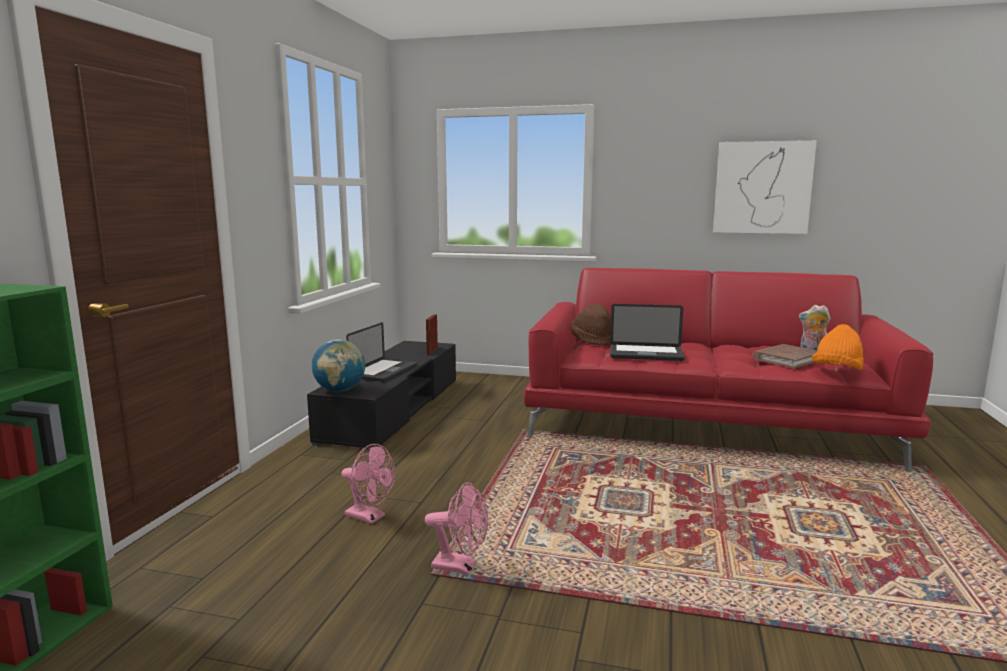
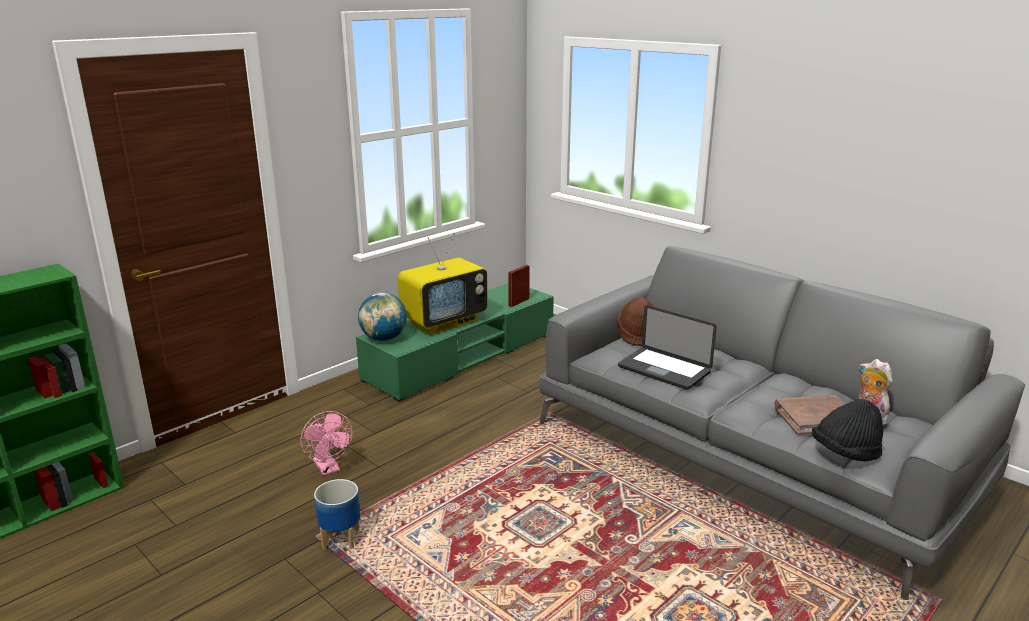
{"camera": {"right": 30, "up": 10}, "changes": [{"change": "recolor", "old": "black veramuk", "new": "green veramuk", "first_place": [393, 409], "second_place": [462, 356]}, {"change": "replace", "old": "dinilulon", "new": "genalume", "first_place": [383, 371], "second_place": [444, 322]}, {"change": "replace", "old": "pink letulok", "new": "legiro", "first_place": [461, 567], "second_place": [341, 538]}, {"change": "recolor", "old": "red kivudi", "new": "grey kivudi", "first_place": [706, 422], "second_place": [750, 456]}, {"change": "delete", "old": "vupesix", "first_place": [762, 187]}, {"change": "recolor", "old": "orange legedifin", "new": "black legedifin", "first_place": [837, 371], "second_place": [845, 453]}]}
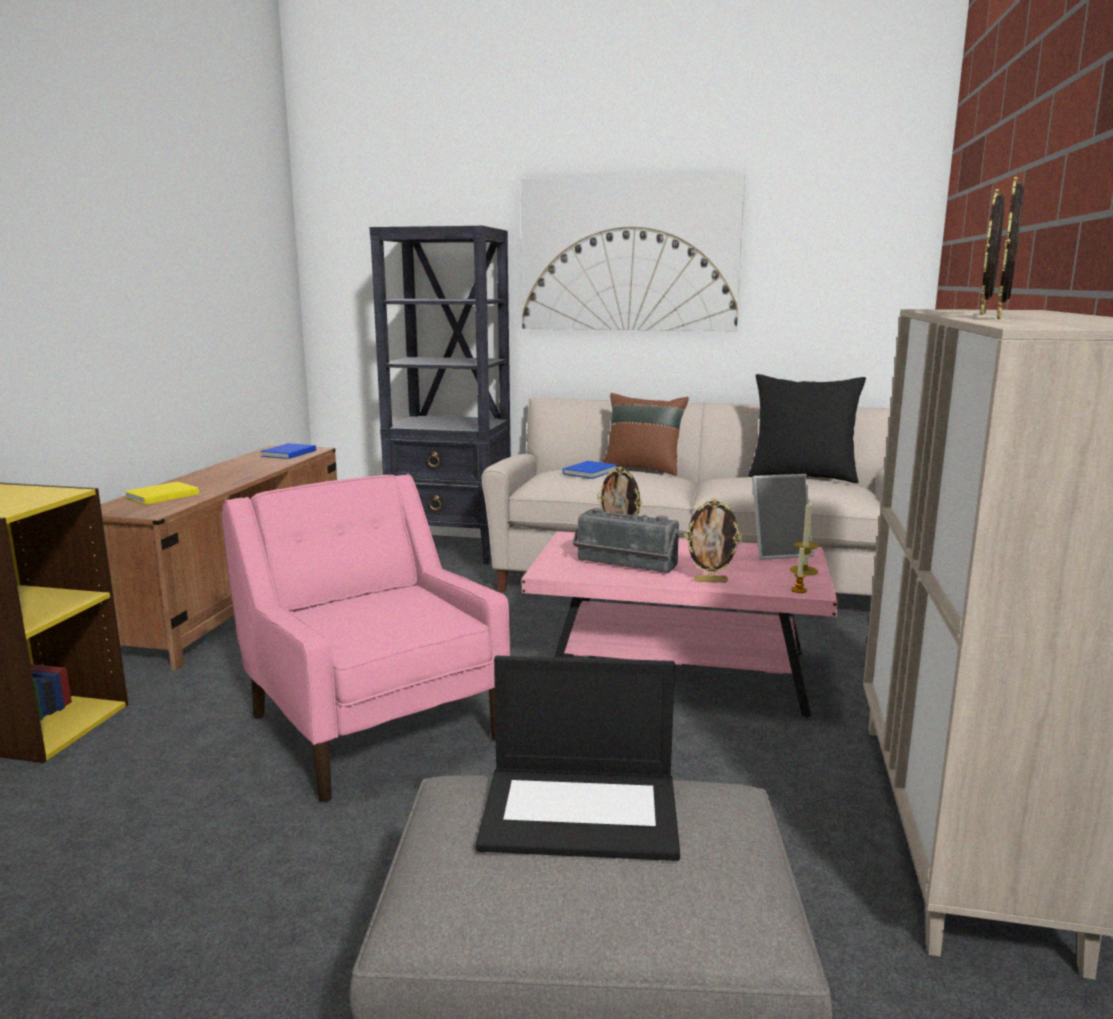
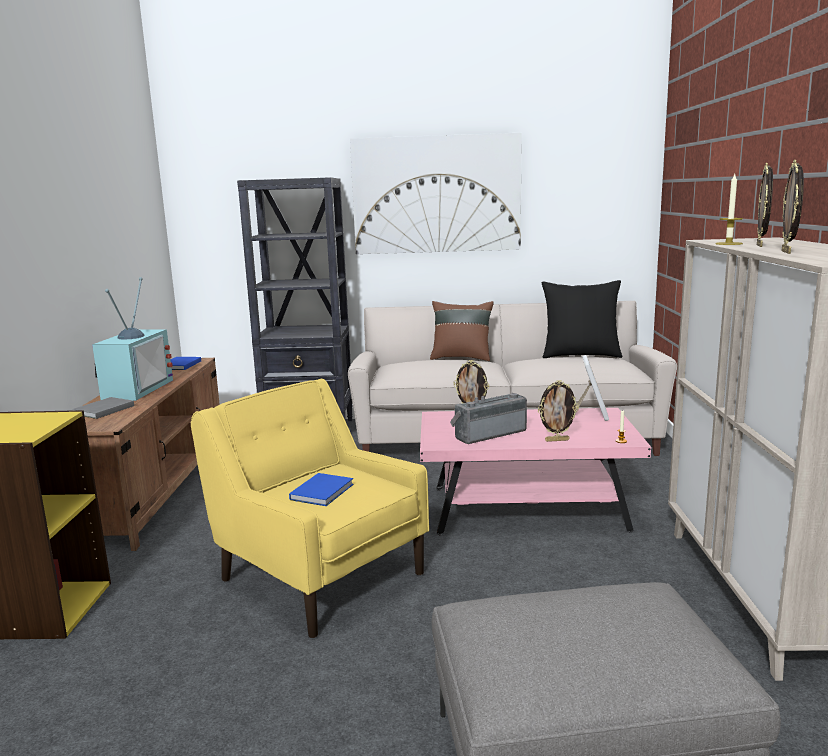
{"camera": {"right": -10, "up": 0}, "changes": [{"change": "recolor", "old": "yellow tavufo", "new": "grey tavufo", "first_place": [160, 496], "second_place": [102, 410]}, {"change": "recolor", "old": "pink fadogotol", "new": "yellow fadogotol", "first_place": [373, 725], "second_place": [320, 575]}, {"change": "delete", "old": "dinilulon", "first_place": [582, 811]}, {"change": "move", "old": "blue tavufo", "first_place": [591, 472], "second_place": [323, 491]}, {"change": "rotate", "old": "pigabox", "first_place": [624, 565], "second_place": [488, 434], "degrees": 135}, {"change": "rotate", "old": "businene", "first_place": [779, 552], "second_place": [591, 414], "degrees": -60}, {"change": "move", "old": "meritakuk", "first_place": [803, 570], "second_place": [728, 243]}, {"change": "insert", "new": "genalume", "second_place": [135, 389]}]}
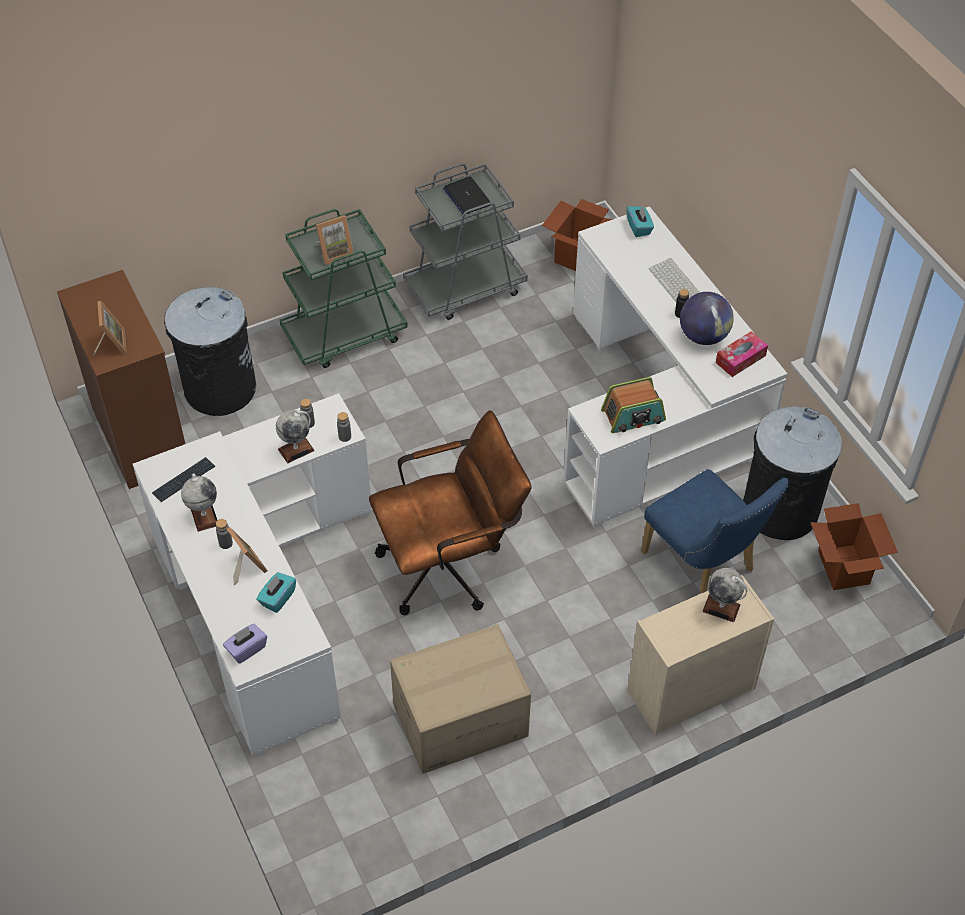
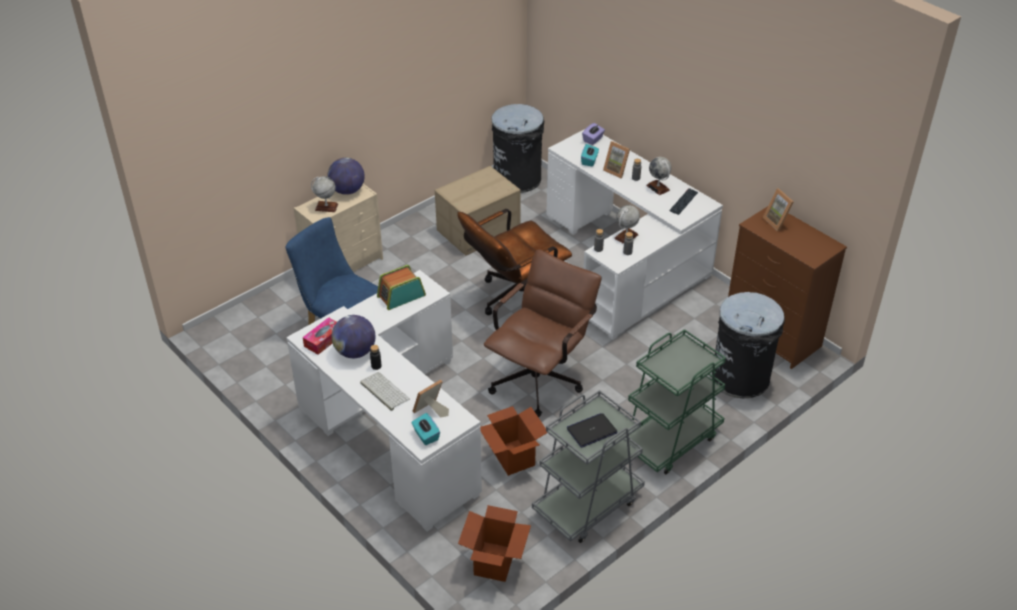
{"camera": {"right": 165, "up": -10}, "changes": [{"change": "move", "old": "businene", "first_place": [334, 252], "second_place": [430, 411]}, {"change": "rotate", "old": "dinilulon", "first_place": [467, 196], "second_place": [592, 431], "degrees": -75}, {"change": "move", "old": "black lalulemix", "first_place": [779, 510], "second_place": [517, 179]}, {"change": "move", "old": "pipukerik", "first_place": [844, 568], "second_place": [513, 457]}, {"change": "insert", "new": "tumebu", "second_place": [347, 191]}, {"change": "insert", "new": "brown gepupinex", "second_place": [540, 377]}]}
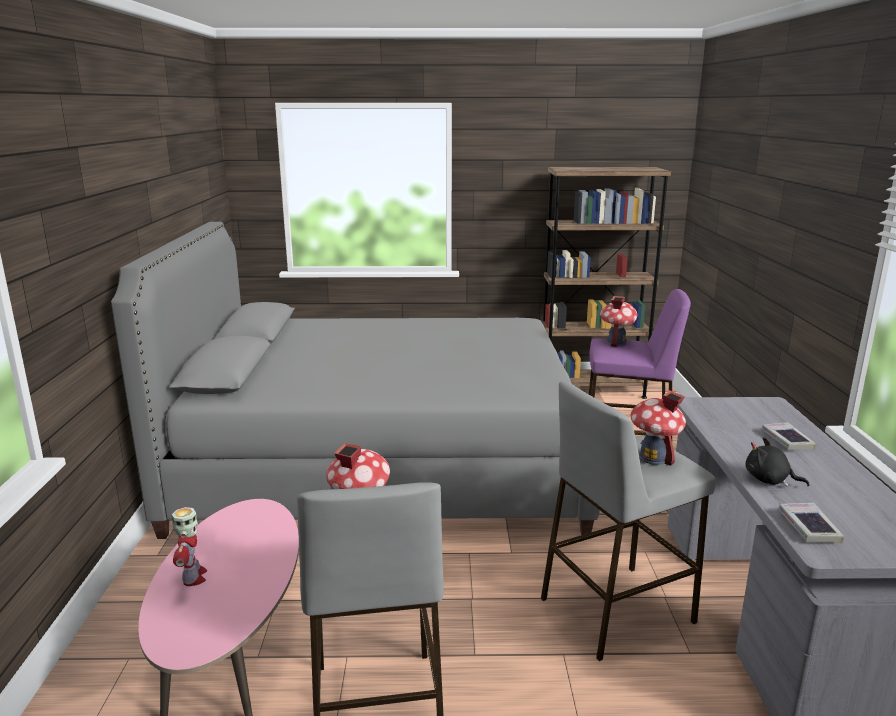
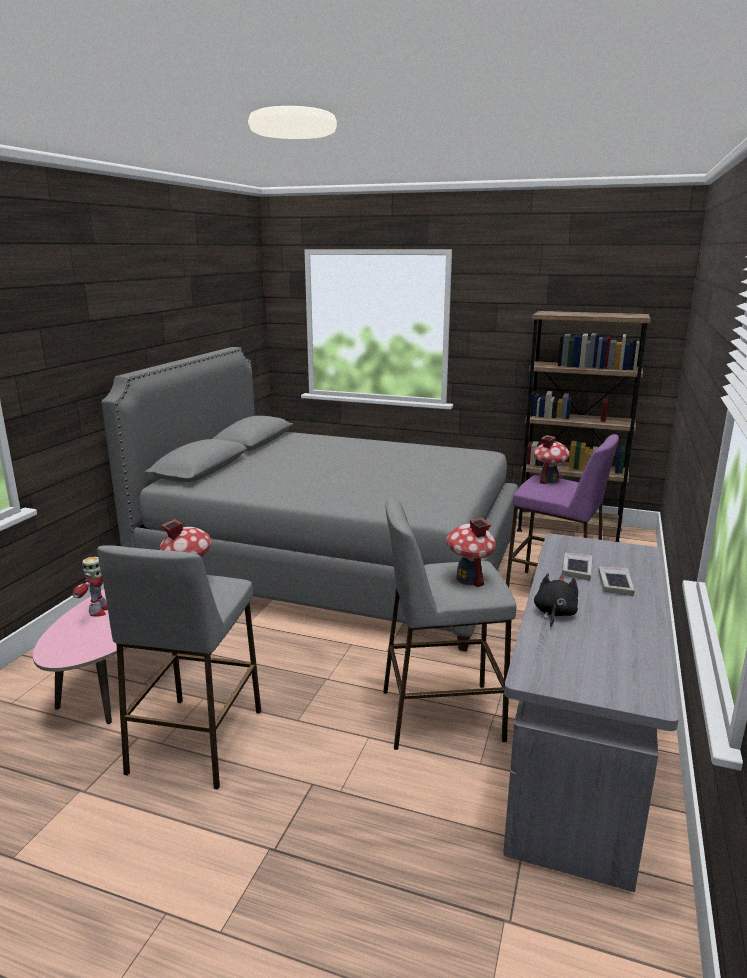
{"camera": {"right": 20, "up": 0}, "changes": [{"change": "rotate", "old": "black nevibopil", "first_place": [769, 480], "second_place": [554, 613], "degrees": 60}, {"change": "move", "old": "tavufo", "first_place": [808, 527], "second_place": [576, 569]}]}
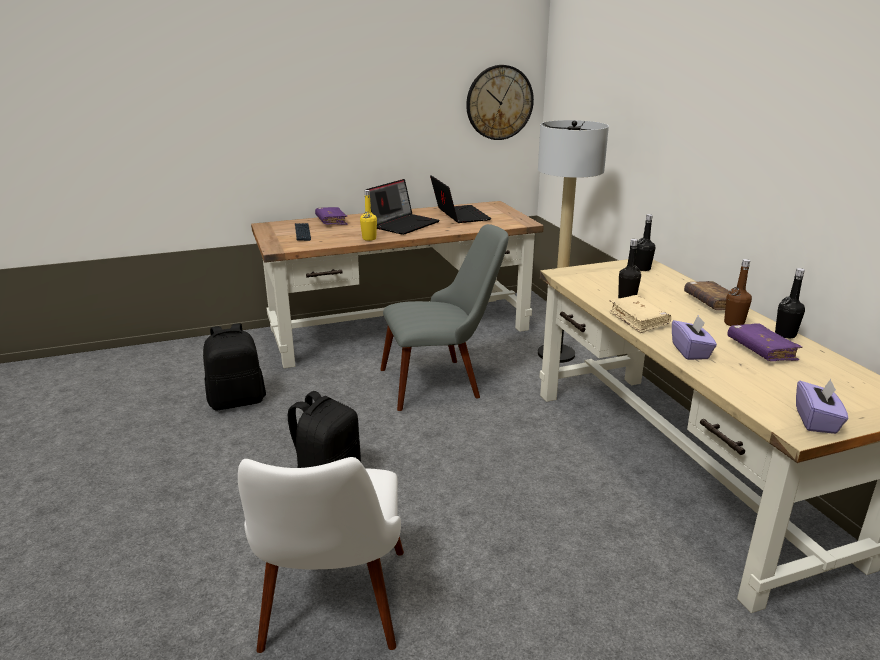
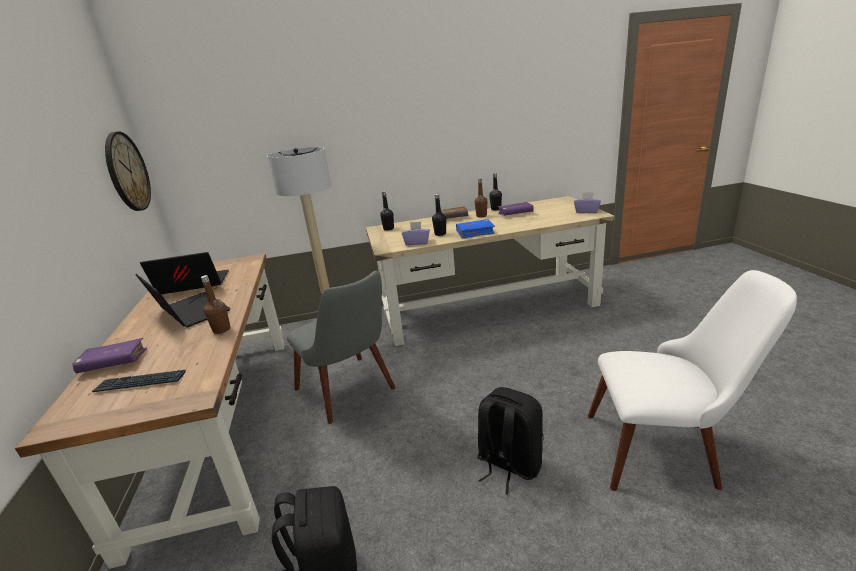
{"camera": {"right": -80, "up": 0}, "changes": [{"change": "recolor", "old": "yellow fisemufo", "new": "brown fisemufo", "first_place": [369, 238], "second_place": [222, 330]}, {"change": "rotate", "old": "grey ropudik", "first_place": [442, 381], "second_place": [352, 393], "degrees": 150}, {"change": "recolor", "old": "beige tavufo", "new": "blue tavufo", "first_place": [638, 320], "second_place": [475, 233]}, {"change": "move", "old": "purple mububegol", "first_place": [691, 351], "second_place": [417, 242]}]}
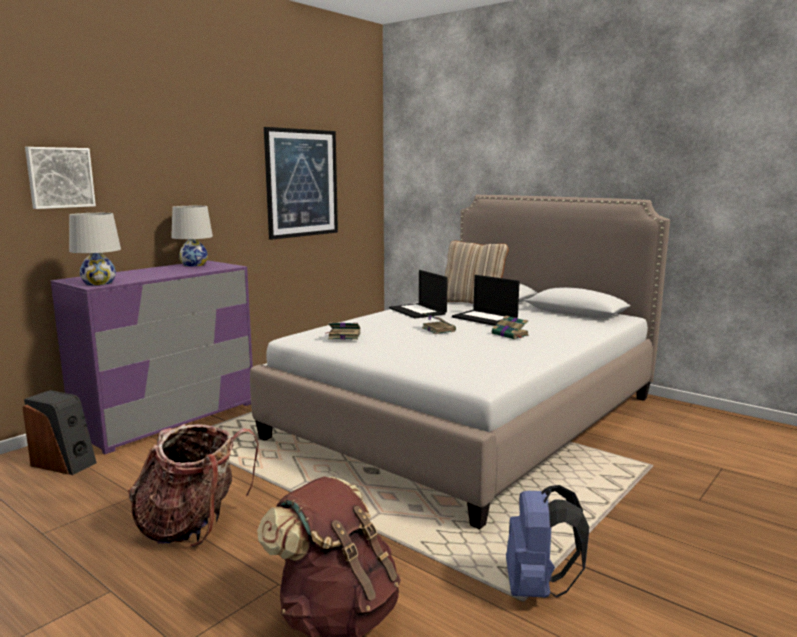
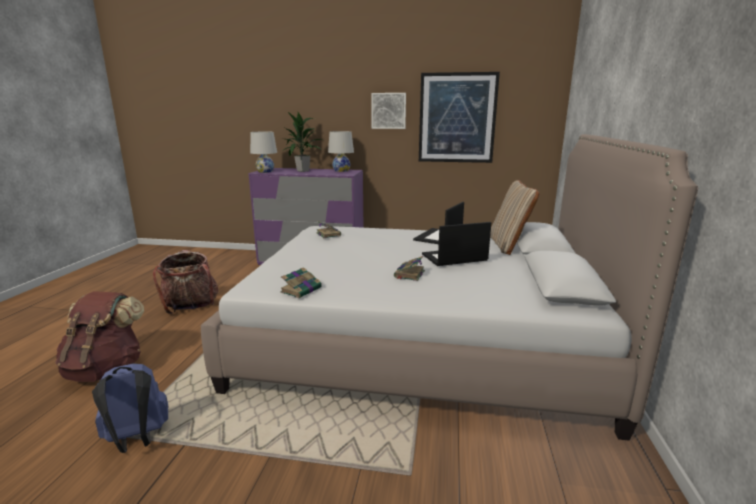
{"camera": {"right": 60, "up": 5}, "changes": [{"change": "delete", "old": "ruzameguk", "first_place": [64, 463]}, {"change": "move", "old": "vupesix", "first_place": [60, 177], "second_place": [388, 111]}, {"change": "move", "old": "tavufo", "first_place": [438, 329], "second_place": [302, 290]}, {"change": "rotate", "old": "dinilulon", "first_place": [485, 318], "second_place": [454, 258], "degrees": 60}, {"change": "insert", "new": "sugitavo", "second_place": [303, 171]}]}
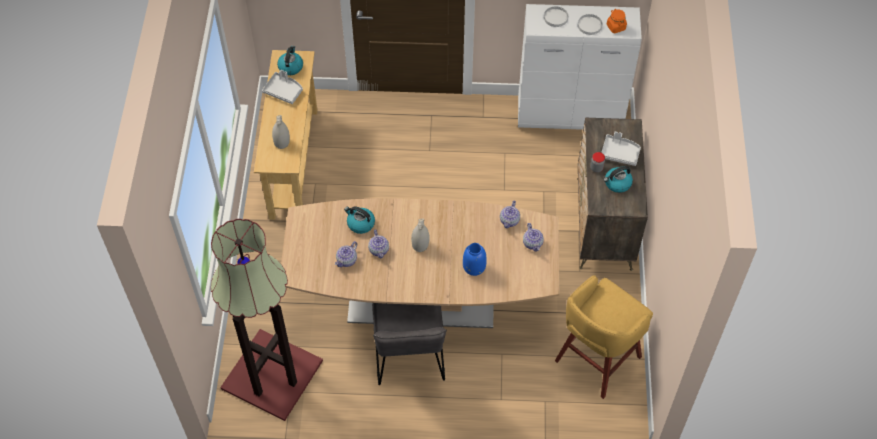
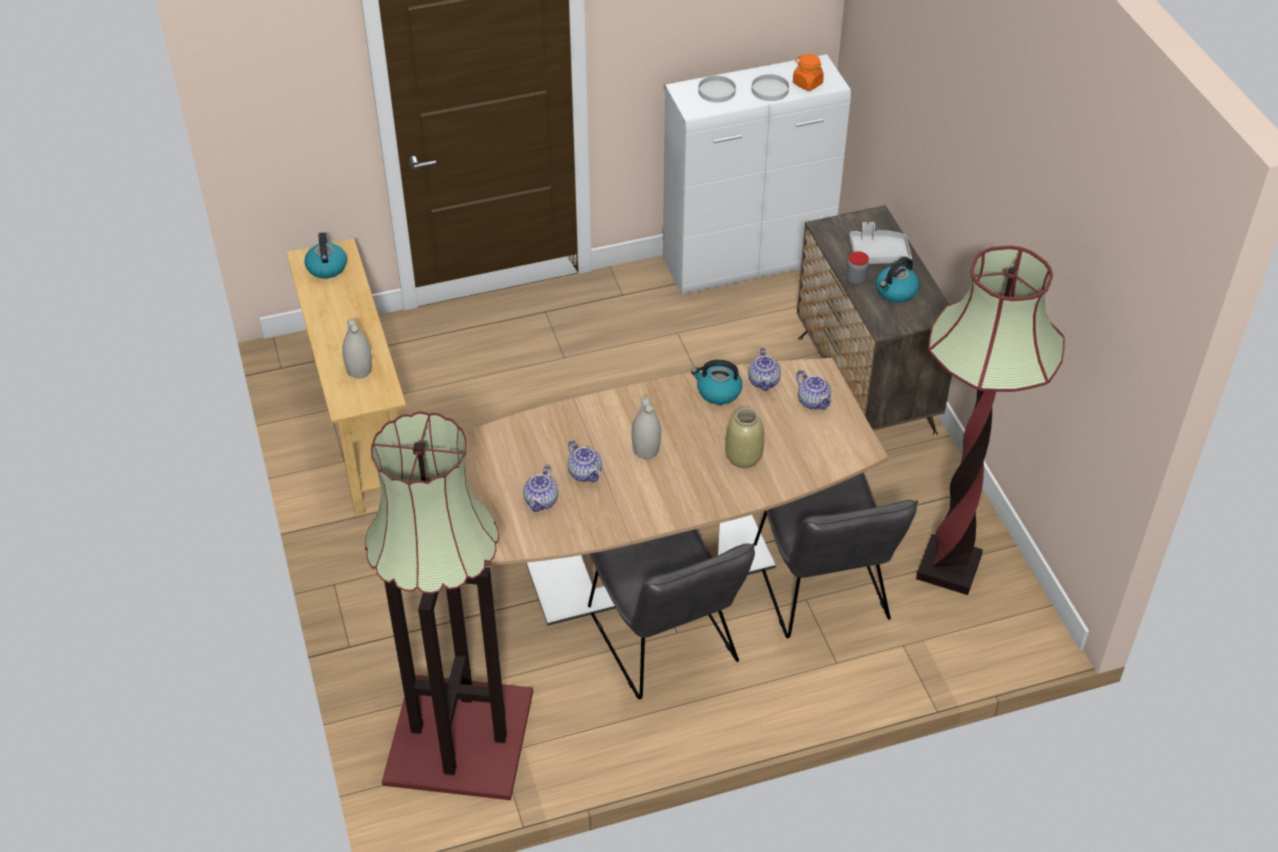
{"camera": {"right": -20, "up": -10}, "changes": [{"change": "delete", "old": "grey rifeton", "first_place": [284, 91]}, {"change": "move", "old": "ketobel", "first_place": [360, 224], "second_place": [718, 392]}, {"change": "recolor", "old": "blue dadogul", "new": "beige dadogul", "first_place": [474, 267], "second_place": [743, 457]}, {"change": "replace", "old": "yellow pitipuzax", "new": "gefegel", "first_place": [596, 360], "second_place": [948, 567]}, {"change": "insert", "new": "grey ropudik", "second_place": [823, 592]}]}
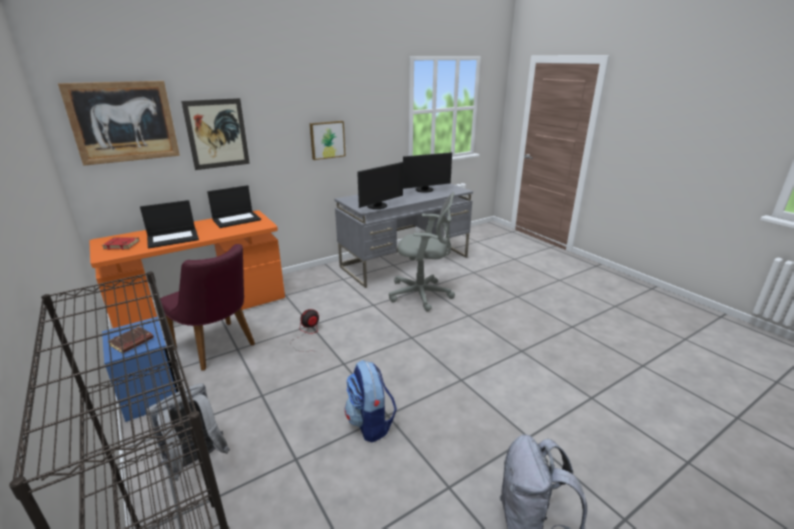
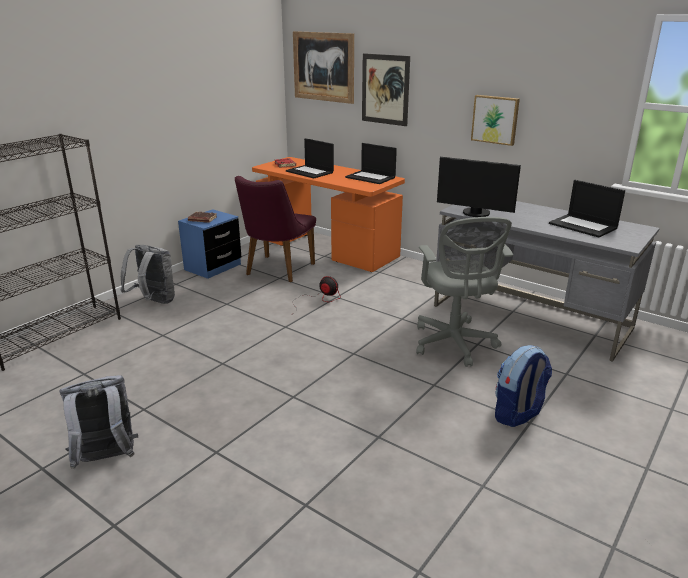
{"camera": {"right": 70, "up": 0}, "changes": [{"change": "move", "old": "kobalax", "first_place": [370, 423], "second_place": [518, 414]}, {"change": "replace", "old": "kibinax", "new": "dinilulon", "first_place": [425, 190], "second_place": [584, 226]}]}
